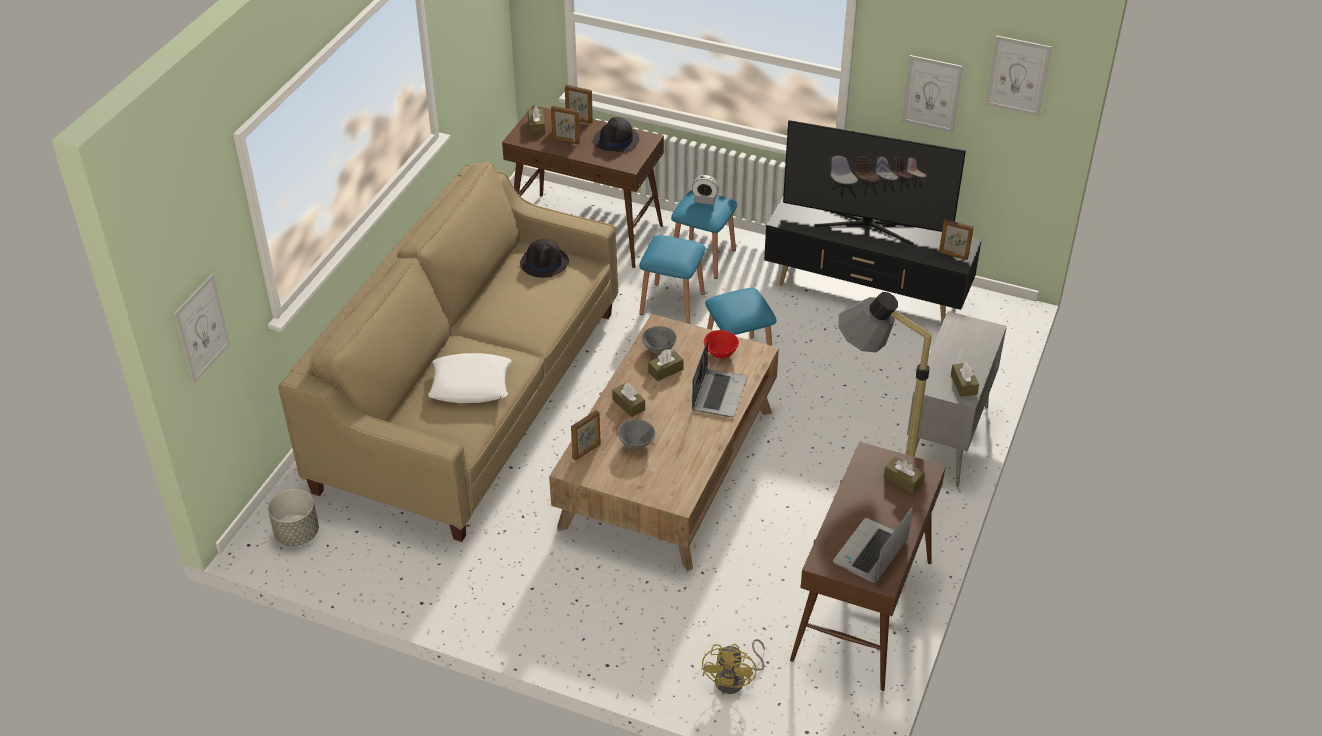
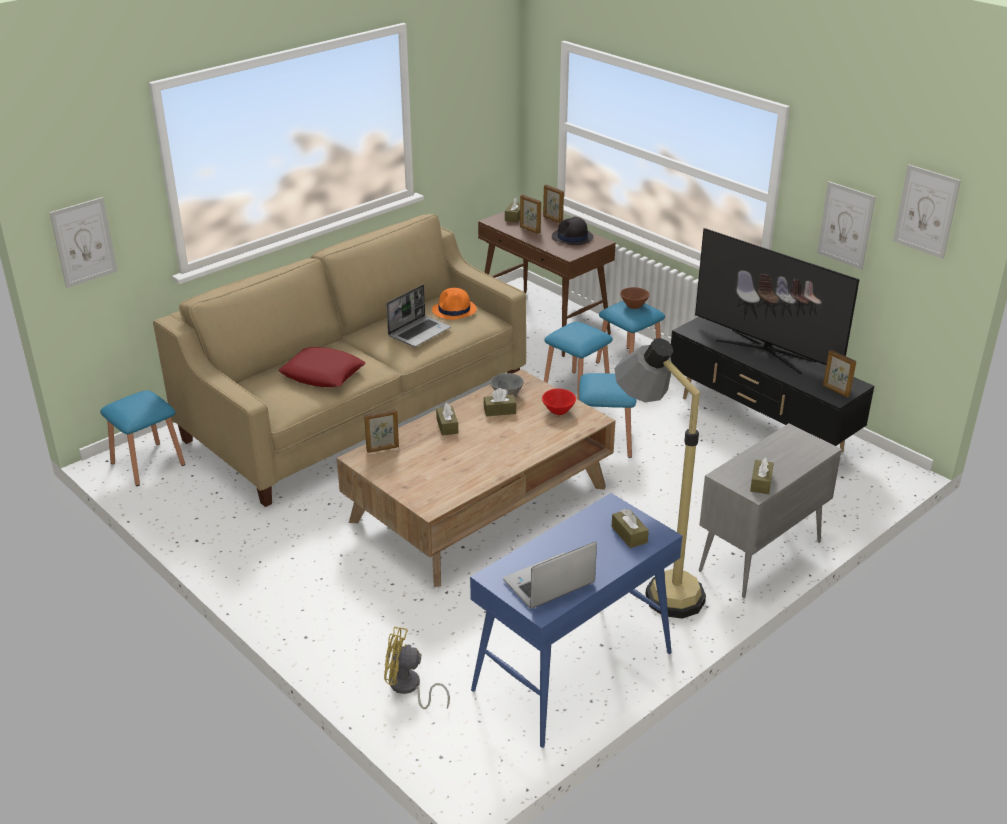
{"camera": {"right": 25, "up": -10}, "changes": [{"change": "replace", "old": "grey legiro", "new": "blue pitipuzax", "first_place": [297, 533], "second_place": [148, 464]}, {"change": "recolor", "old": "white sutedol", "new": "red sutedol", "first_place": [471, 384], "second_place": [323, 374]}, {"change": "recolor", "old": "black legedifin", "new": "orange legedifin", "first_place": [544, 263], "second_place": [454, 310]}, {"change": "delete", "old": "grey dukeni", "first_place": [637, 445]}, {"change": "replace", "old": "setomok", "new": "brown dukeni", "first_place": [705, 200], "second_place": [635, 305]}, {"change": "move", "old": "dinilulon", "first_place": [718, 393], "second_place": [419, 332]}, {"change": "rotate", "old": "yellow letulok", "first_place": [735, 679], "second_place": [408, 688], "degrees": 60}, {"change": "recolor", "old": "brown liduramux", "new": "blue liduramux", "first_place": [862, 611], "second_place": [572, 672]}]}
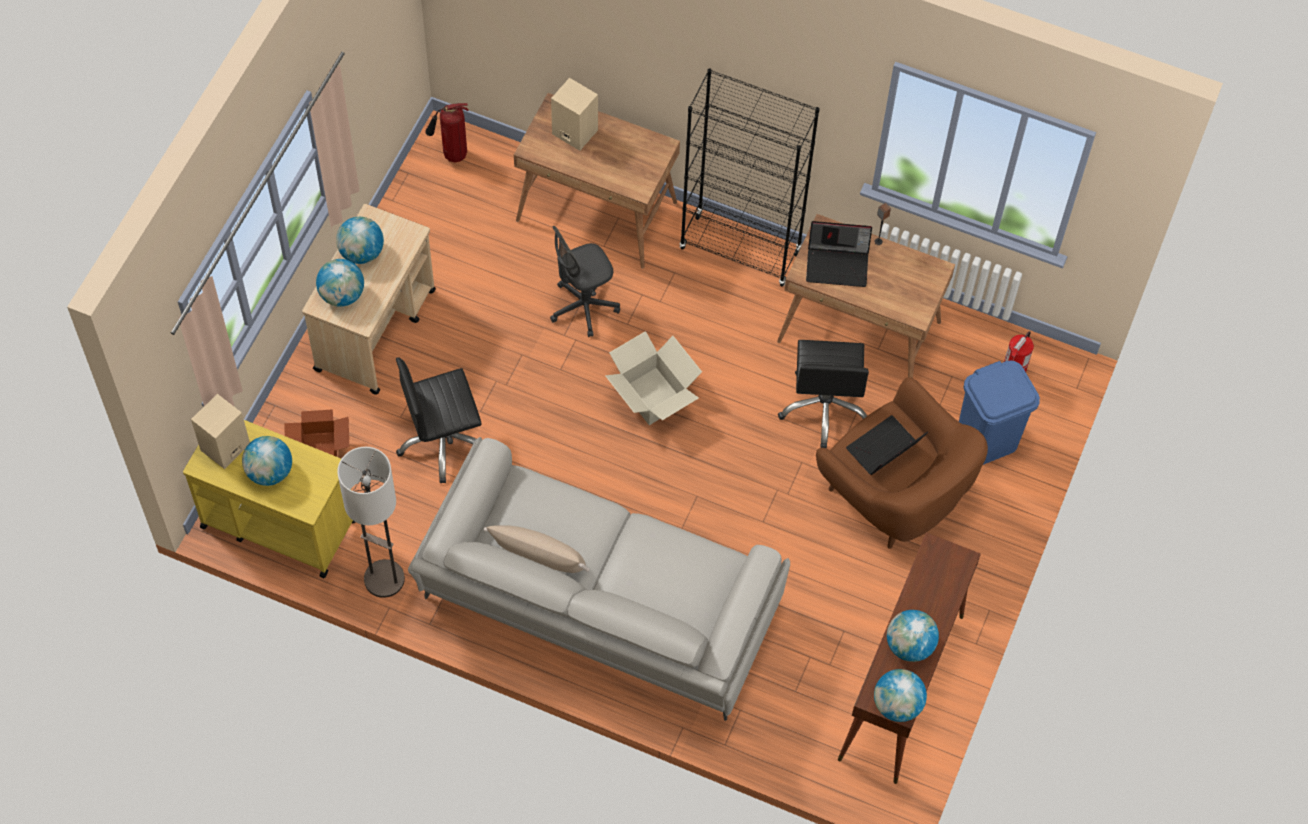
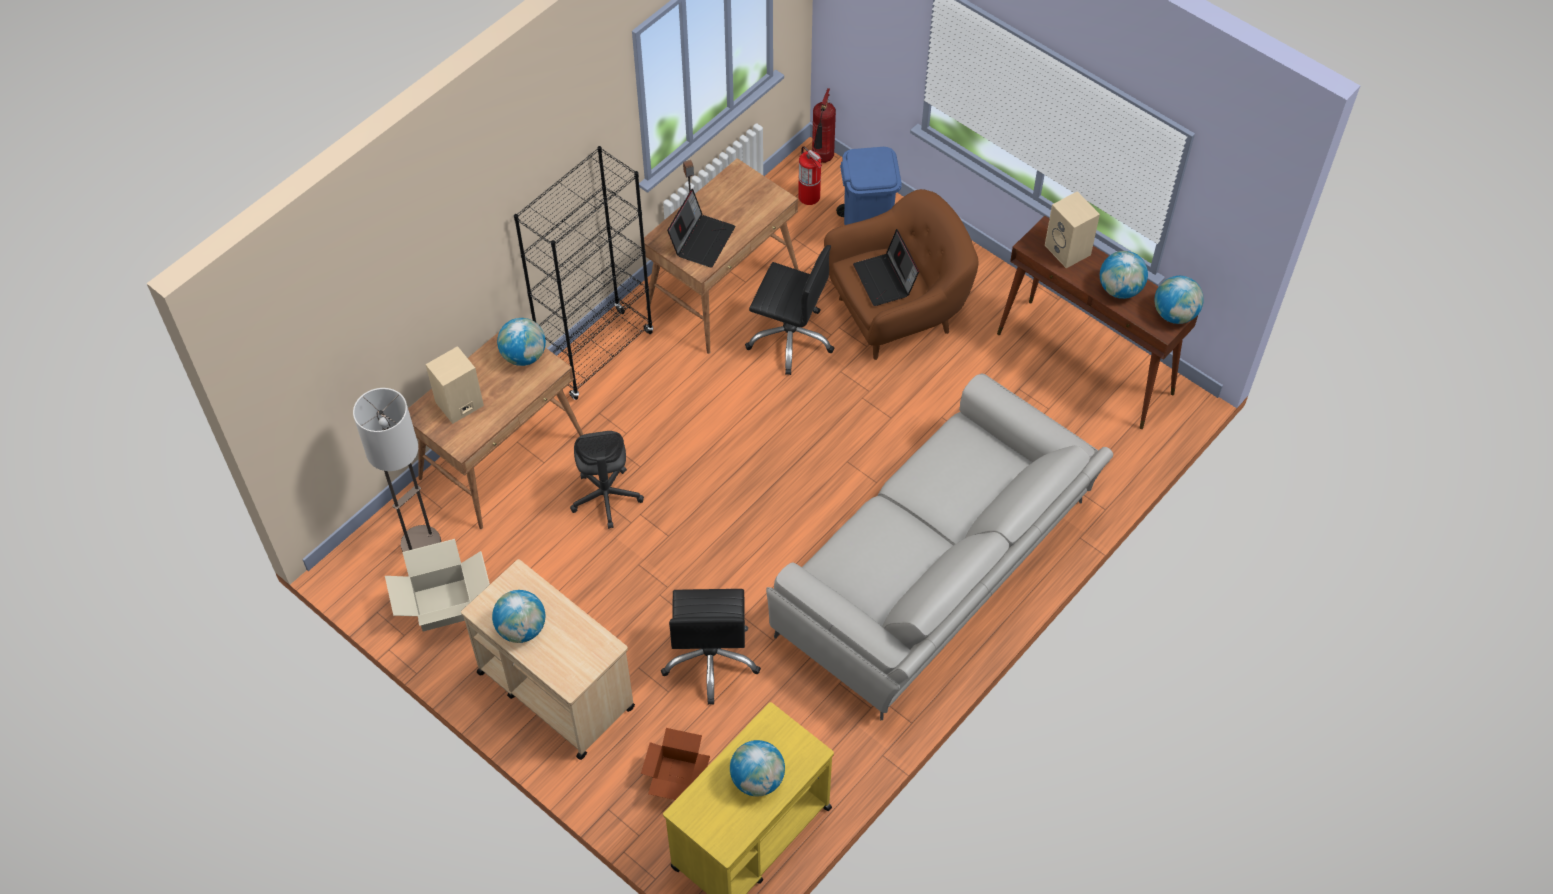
{"camera": {"right": -70, "up": -5}, "changes": [{"change": "move", "old": "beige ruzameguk", "first_place": [225, 448], "second_place": [1069, 250]}, {"change": "move", "old": "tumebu", "first_place": [342, 295], "second_place": [524, 356]}, {"change": "move", "old": "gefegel", "first_place": [384, 579], "second_place": [421, 544]}, {"change": "move", "old": "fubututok", "first_place": [452, 156], "second_place": [822, 159]}, {"change": "delete", "old": "beige sutedol", "first_place": [538, 556]}, {"change": "move", "old": "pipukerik", "first_place": [652, 396], "second_place": [444, 605]}]}
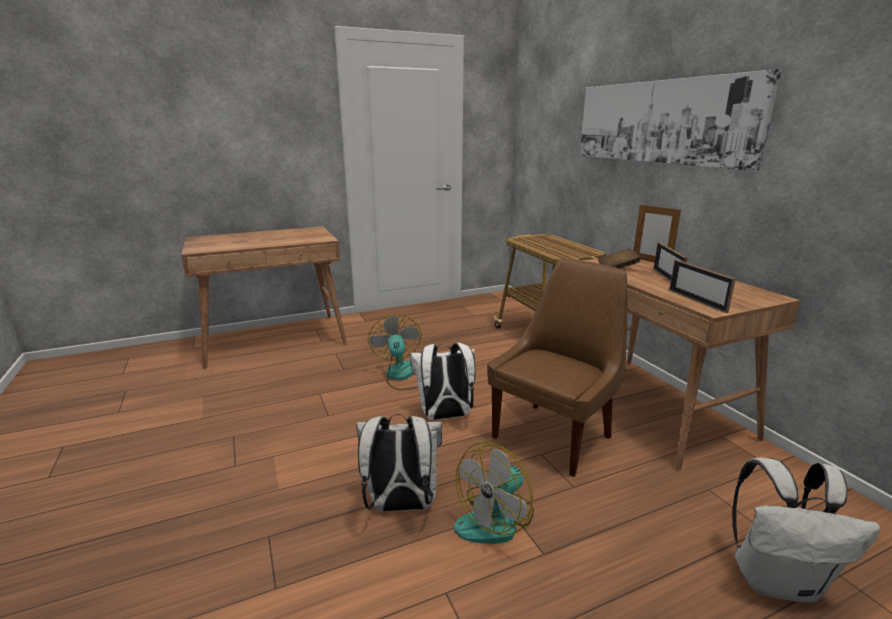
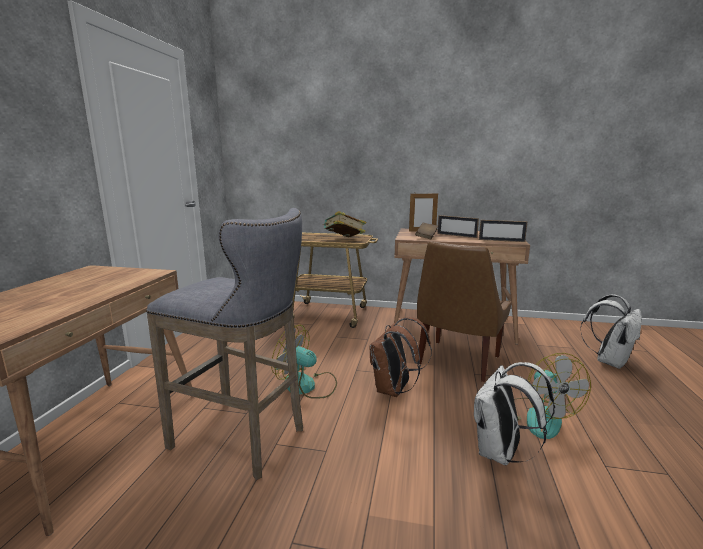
{"camera": {"right": -55, "up": -5}, "changes": [{"change": "recolor", "old": "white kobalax", "new": "brown kobalax", "first_place": [445, 416], "second_place": [394, 390]}, {"change": "rotate", "old": "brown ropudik", "first_place": [554, 435], "second_place": [457, 361], "degrees": -135}, {"change": "delete", "old": "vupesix", "first_place": [660, 122]}, {"change": "insert", "new": "grey pitipuzax", "second_place": [244, 438]}, {"change": "insert", "new": "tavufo", "second_place": [344, 240]}]}
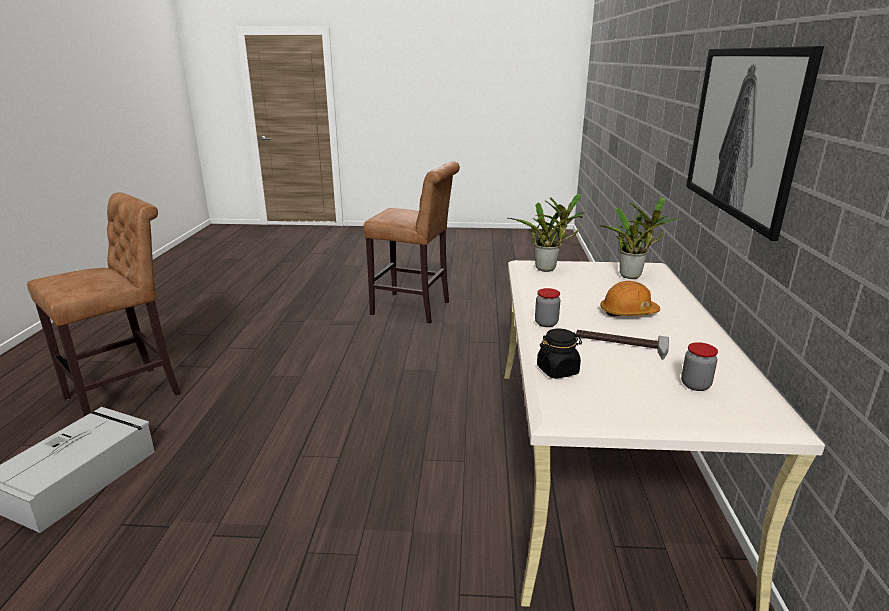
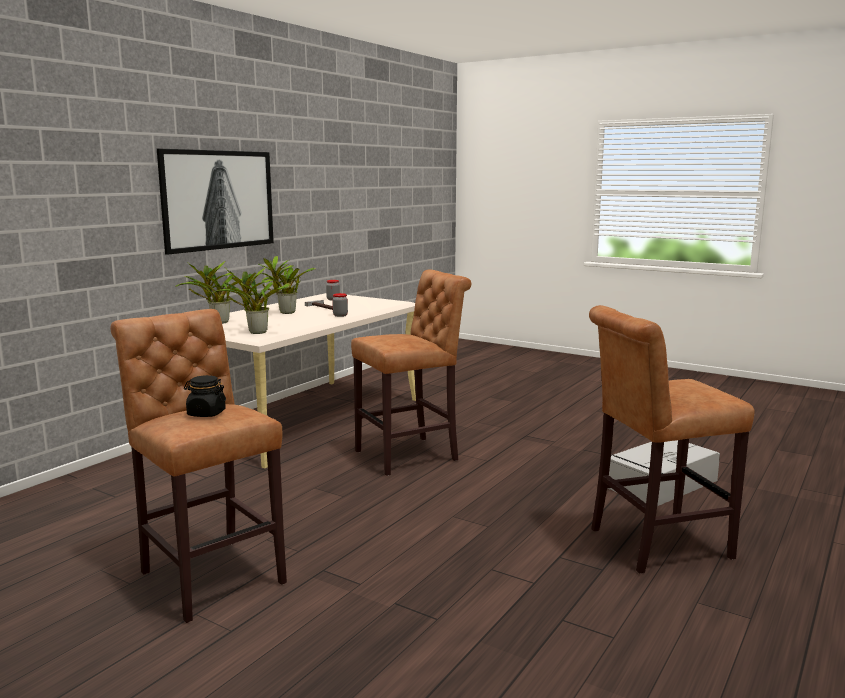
{"camera": {"right": -150, "up": -10}, "changes": [{"change": "move", "old": "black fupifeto", "first_place": [558, 370], "second_place": [206, 413]}, {"change": "replace", "old": "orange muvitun", "new": "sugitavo", "first_place": [628, 312], "second_place": [285, 313]}, {"change": "insert", "new": "brown pitipuzax", "second_place": [411, 455]}]}
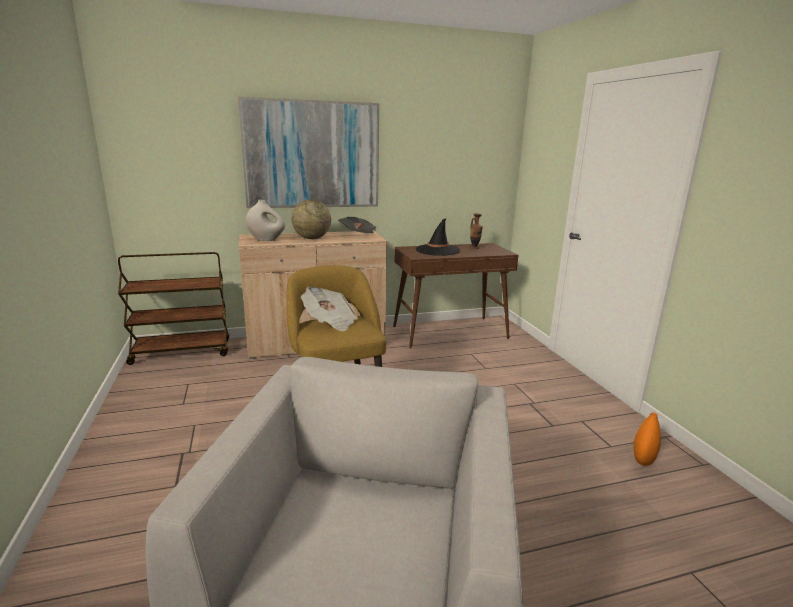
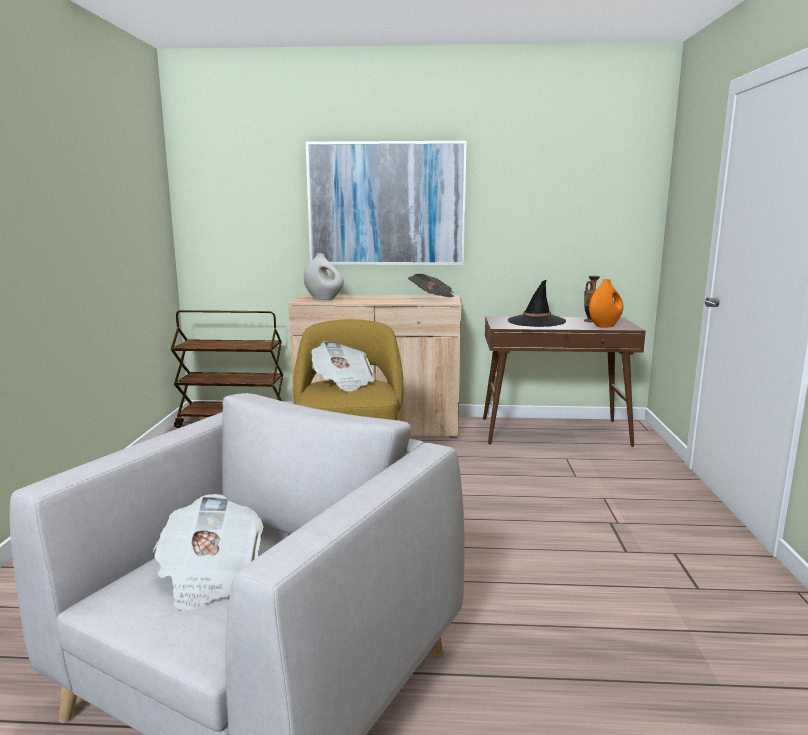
{"camera": {"right": 20, "up": -5}, "changes": [{"change": "delete", "old": "tumebu", "first_place": [312, 238]}, {"change": "move", "old": "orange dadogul", "first_place": [643, 459], "second_place": [604, 326]}, {"change": "insert", "new": "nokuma", "second_place": [209, 576]}]}
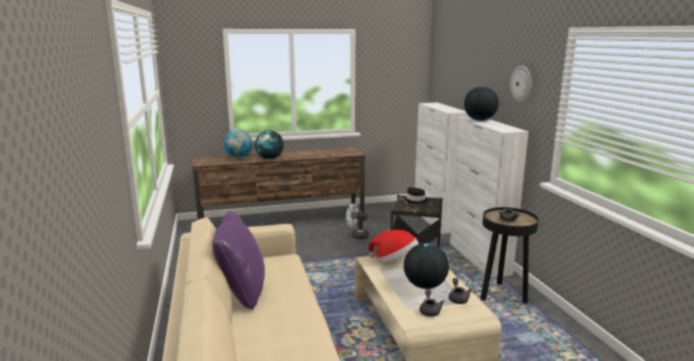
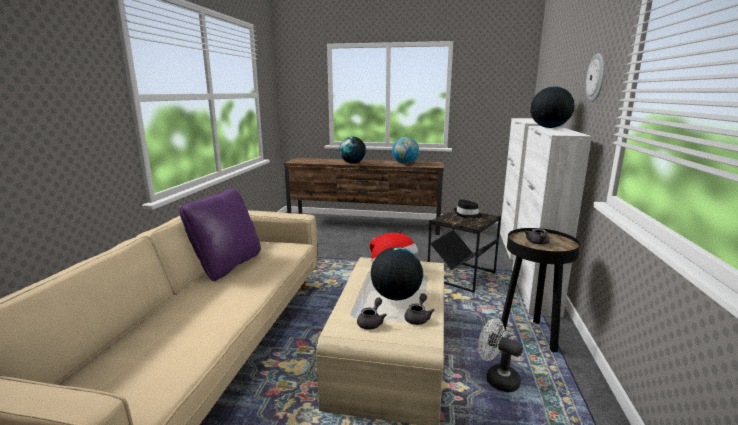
{"camera": {"right": 25, "up": 0}, "changes": [{"change": "move", "old": "tumebu", "first_place": [239, 157], "second_place": [405, 163]}, {"change": "move", "old": "white letulok", "first_place": [357, 236], "second_place": [497, 378]}]}
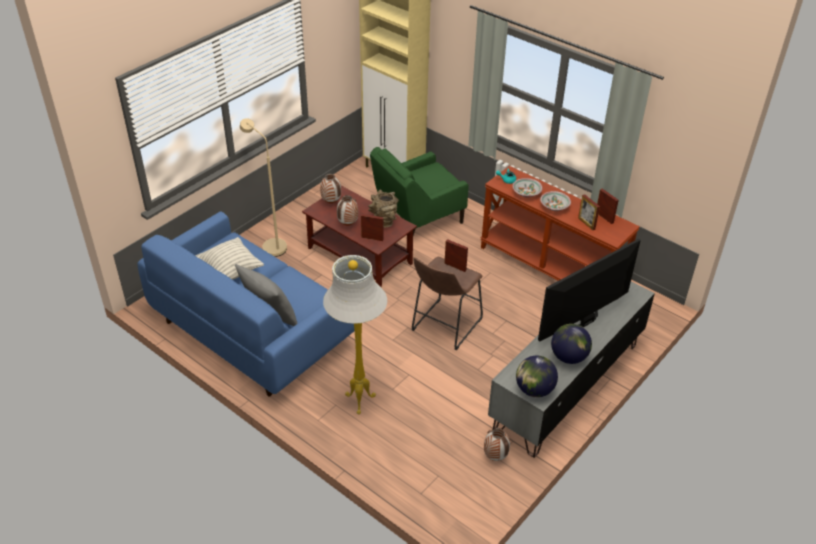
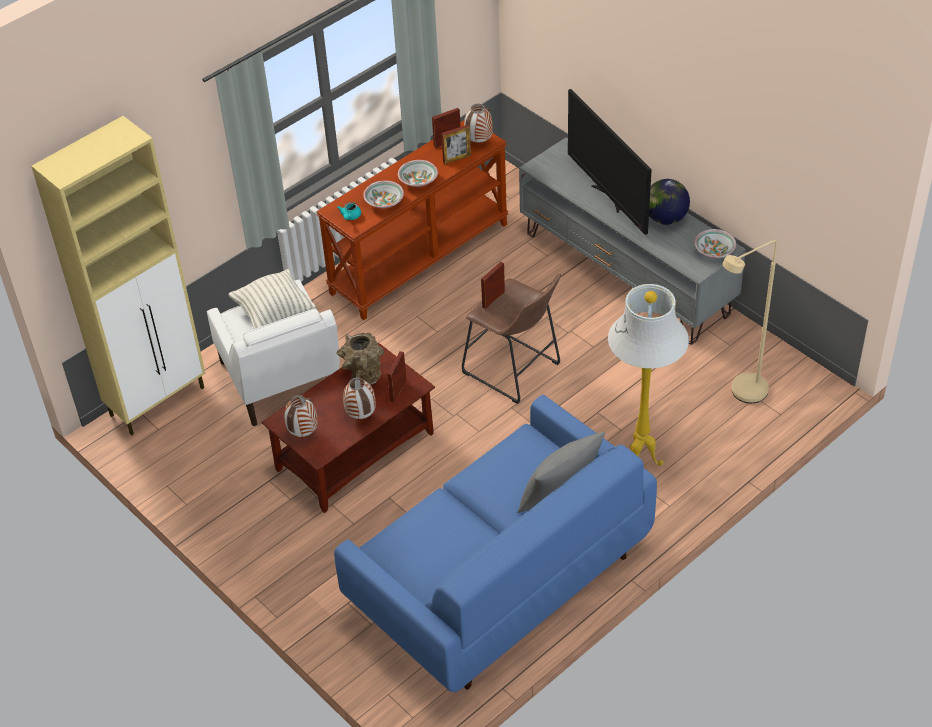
{"camera": {"right": -80, "up": 5}, "changes": [{"change": "move", "old": "sutedol", "first_place": [231, 271], "second_place": [274, 313]}, {"change": "move", "old": "beige gefegel", "first_place": [271, 245], "second_place": [741, 394]}, {"change": "recolor", "old": "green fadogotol", "new": "white fadogotol", "first_place": [418, 217], "second_place": [280, 381]}, {"change": "move", "old": "dadogul", "first_place": [494, 457], "second_place": [479, 143]}, {"change": "replace", "old": "tumebu", "new": "dukeni", "first_place": [534, 390], "second_place": [714, 251]}]}
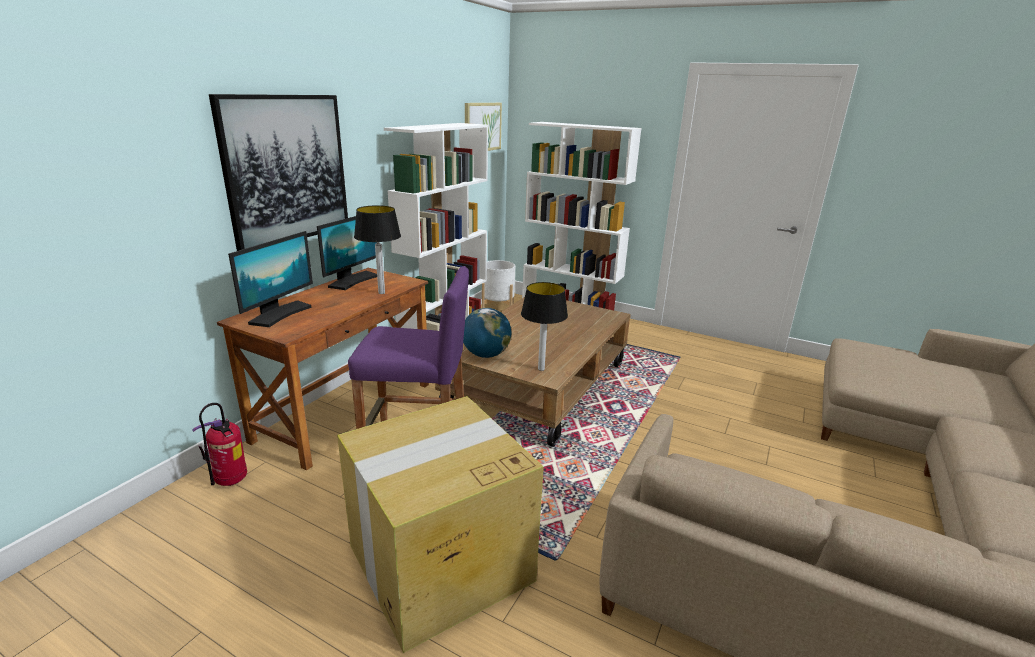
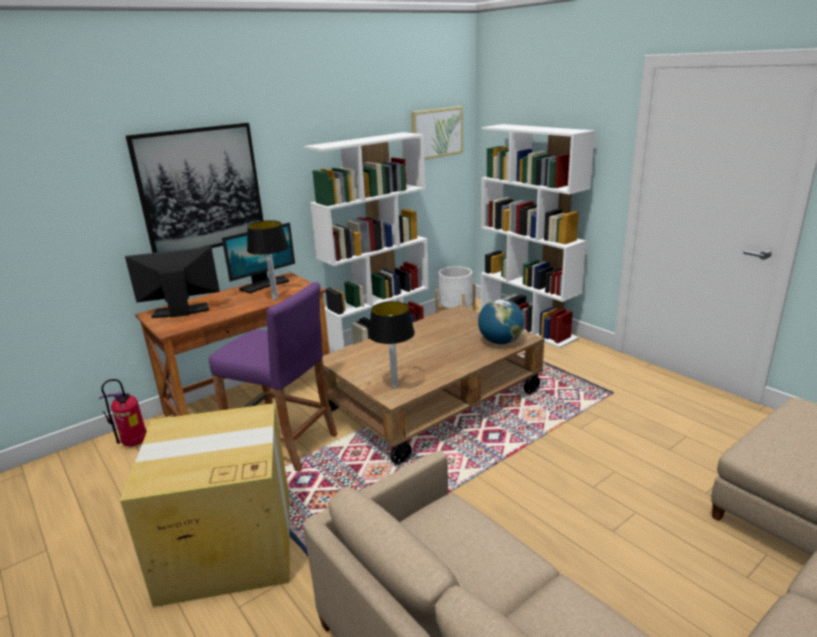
{"camera": {"right": 25, "up": 0}, "changes": [{"change": "rotate", "old": "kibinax", "first_place": [280, 314], "second_place": [181, 312], "degrees": -150}, {"change": "move", "old": "tumebu", "first_place": [486, 355], "second_place": [500, 342]}]}
